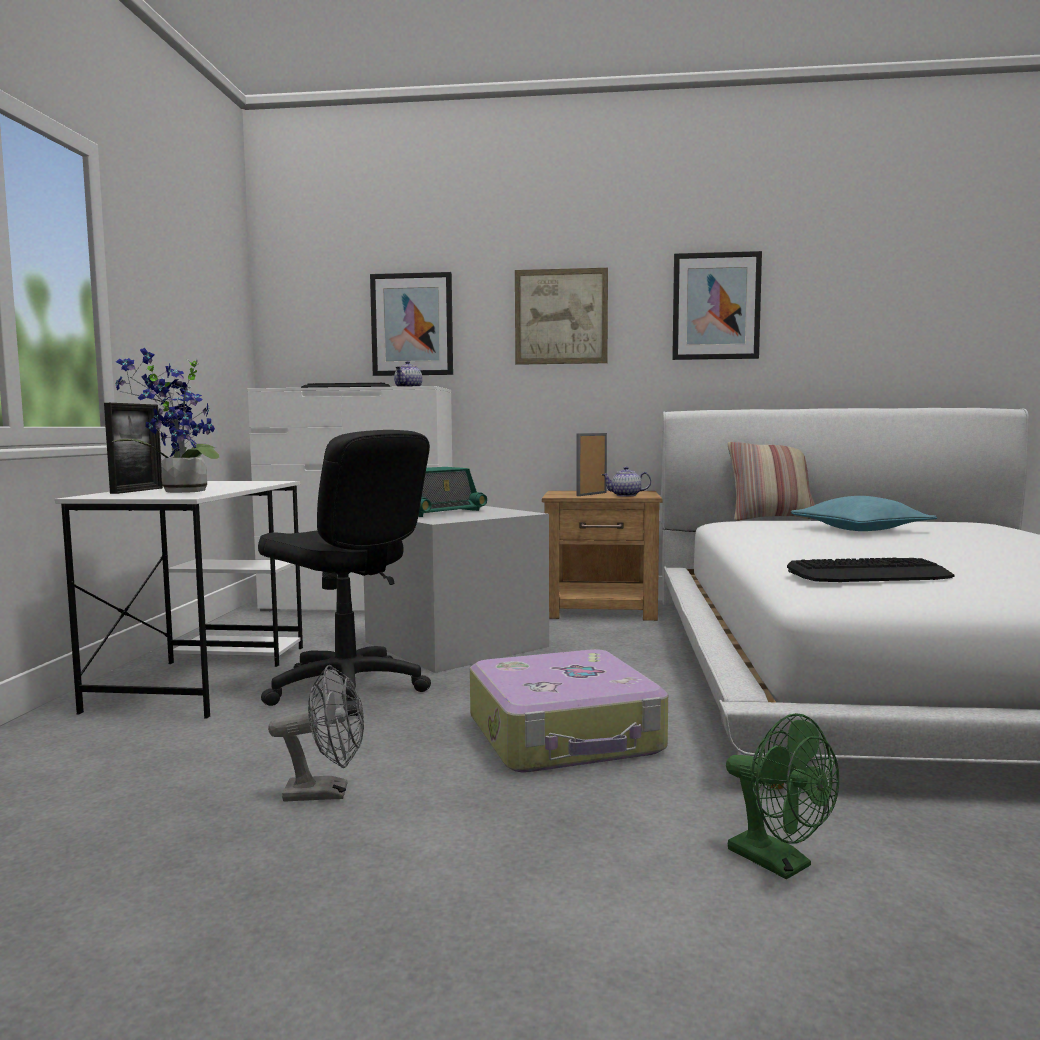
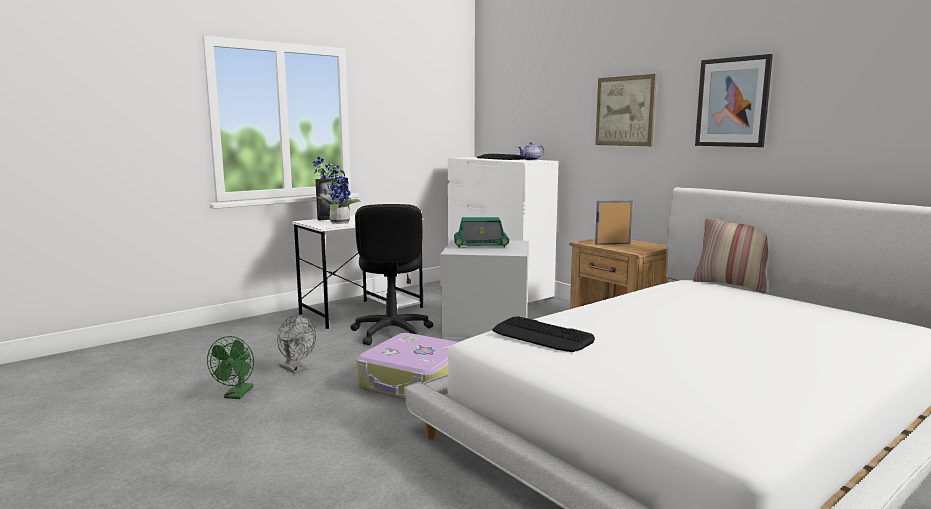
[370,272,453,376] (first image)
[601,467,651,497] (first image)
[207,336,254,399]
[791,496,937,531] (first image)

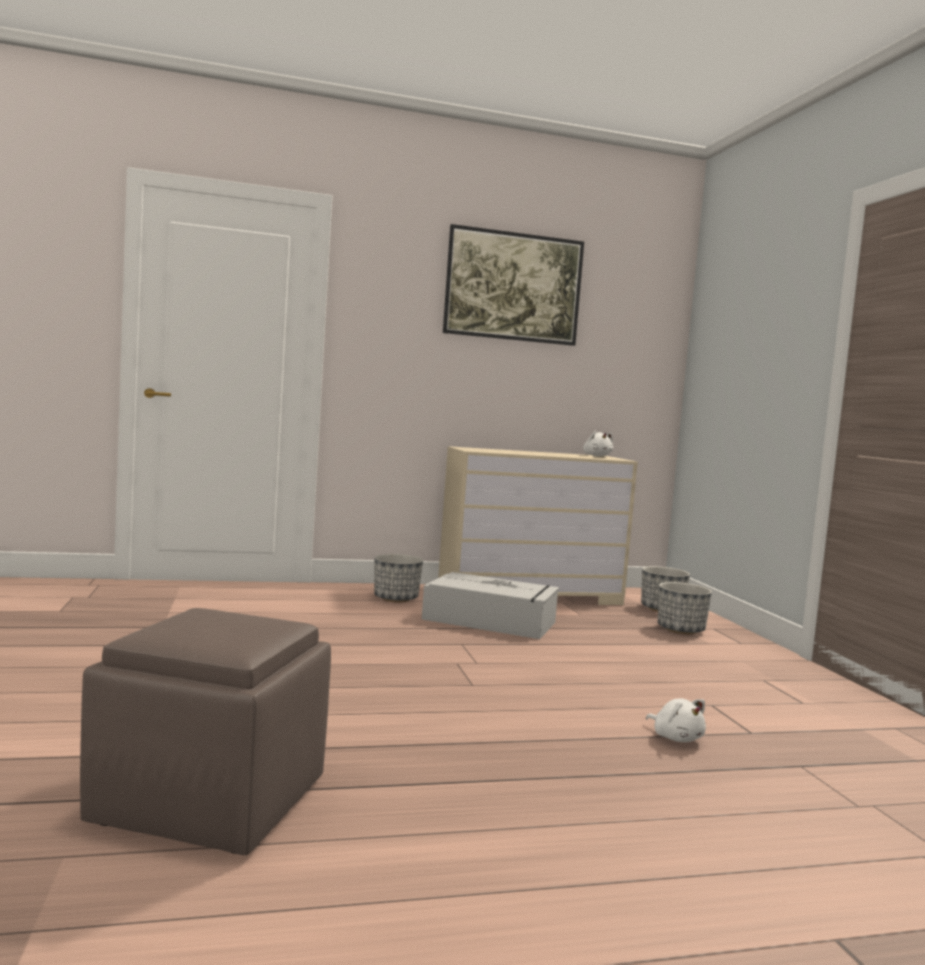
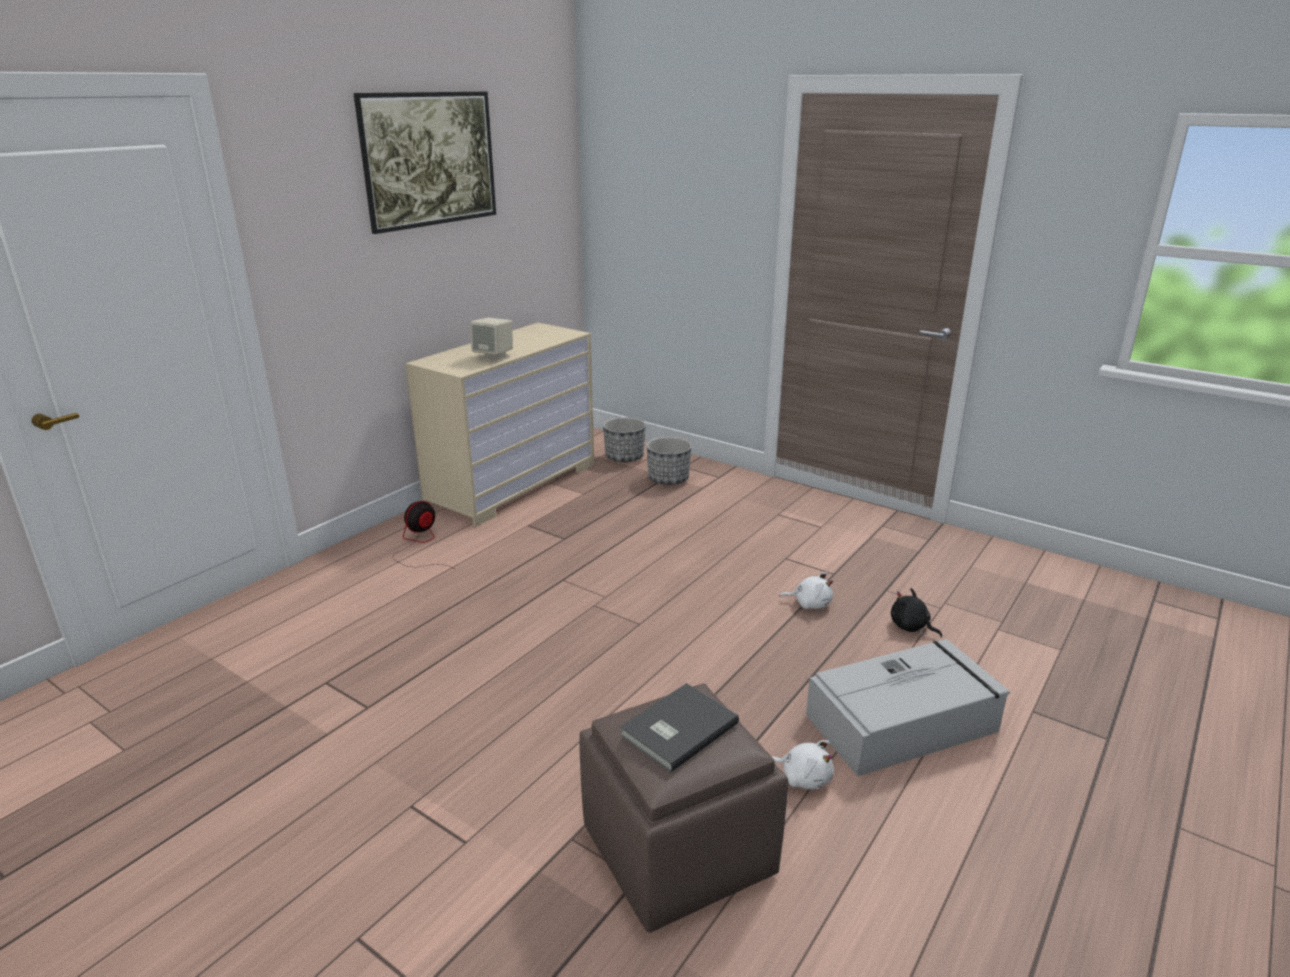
[393,501,455,569]
[806,639,1010,776]
[772,740,834,789]
[470,318,513,362]
[620,683,739,772]
[891,588,942,637]

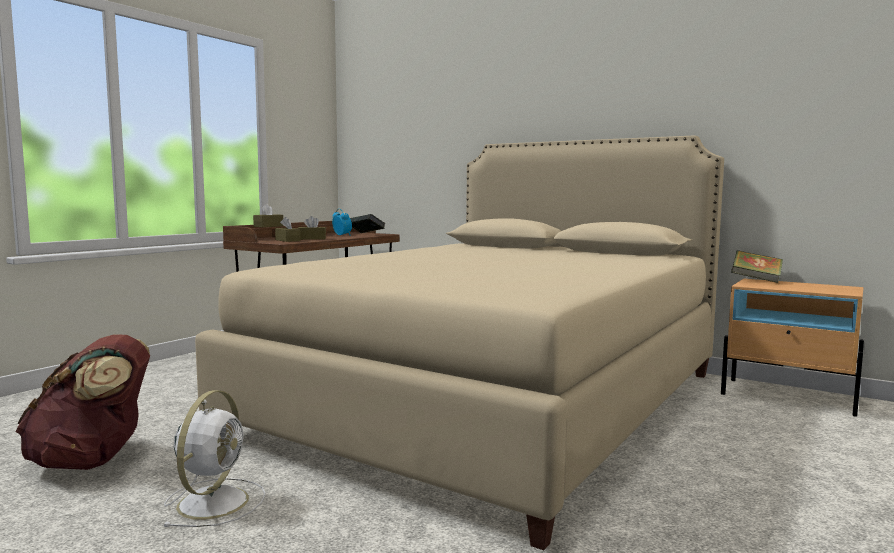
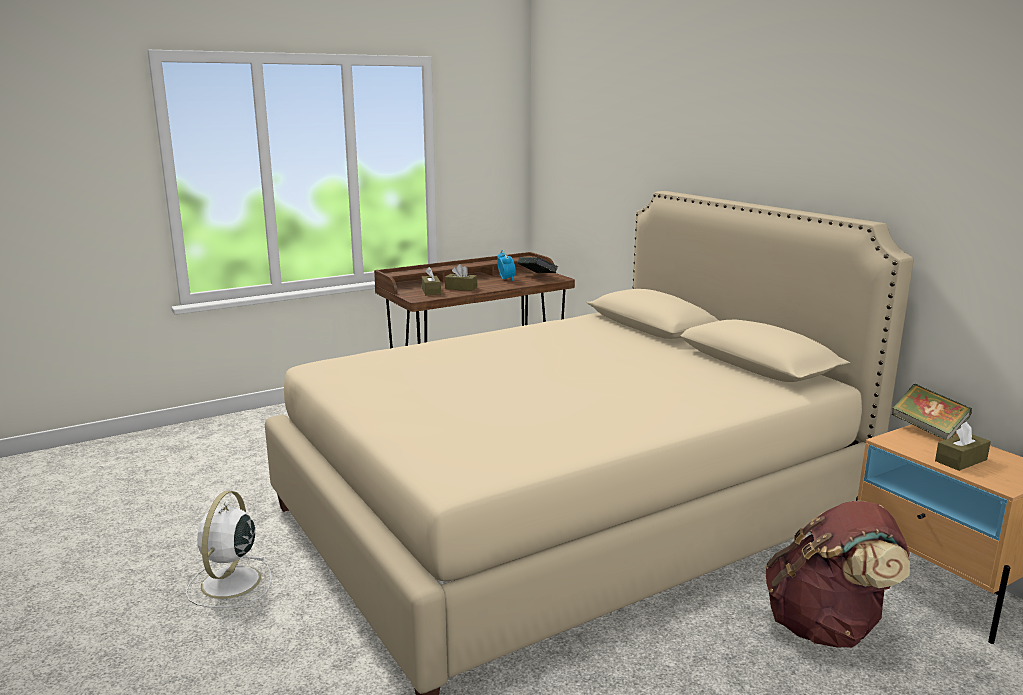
[766,501,910,648]
[186,491,272,608]
[935,422,991,471]

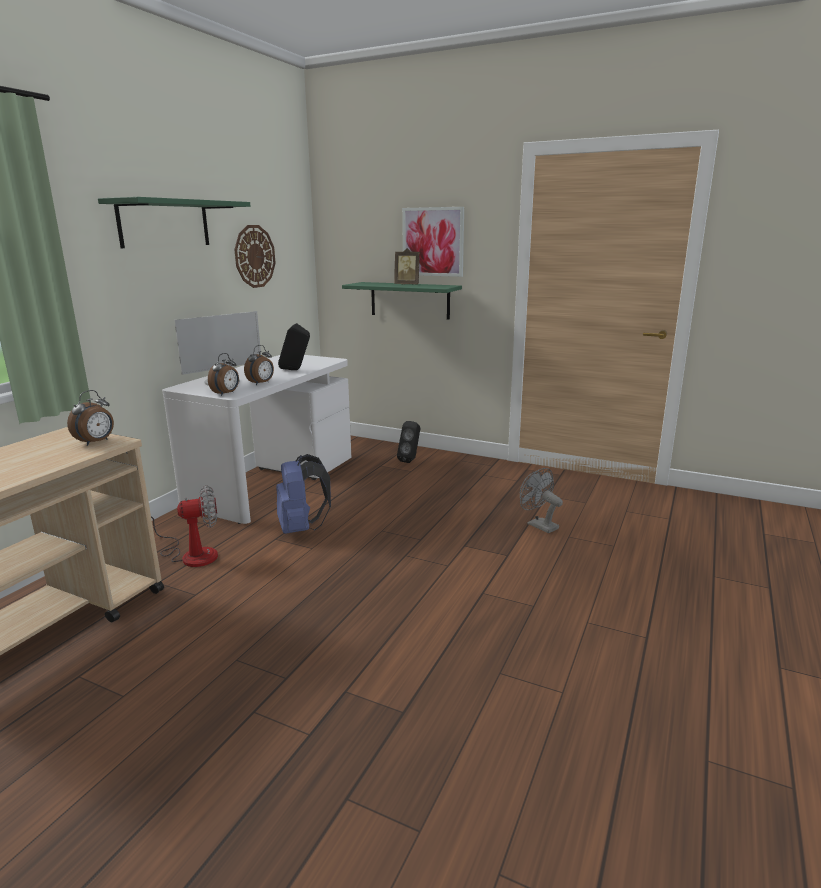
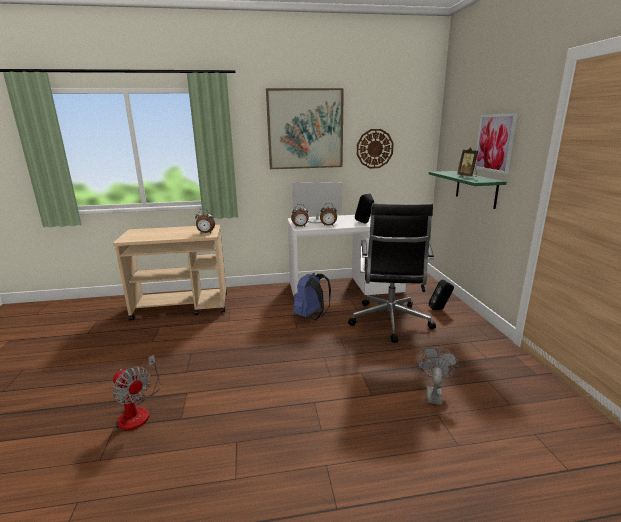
[266,88,344,169]
[113,355,161,431]
[348,203,436,343]

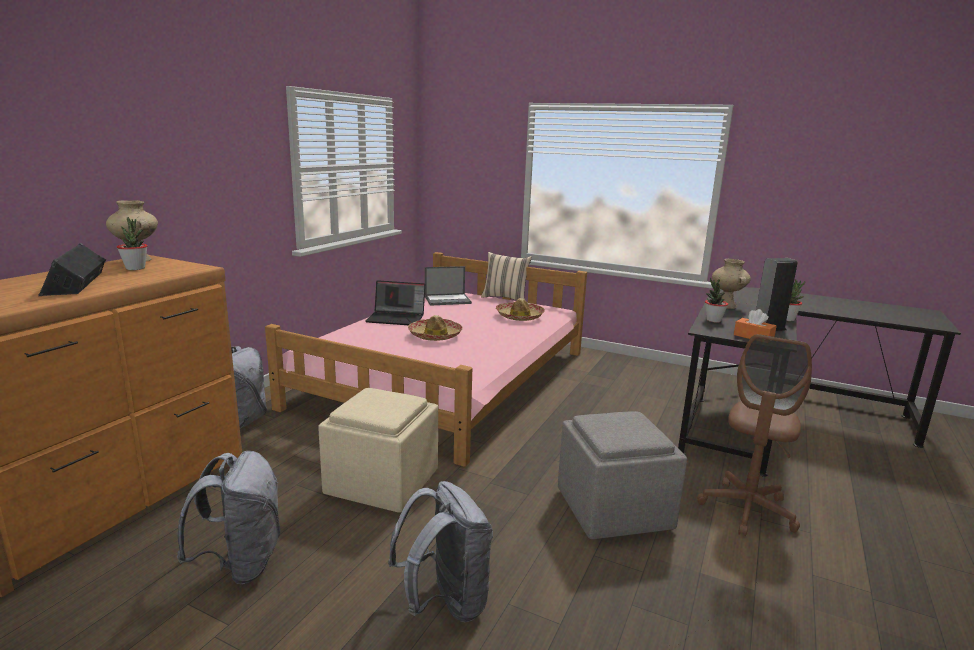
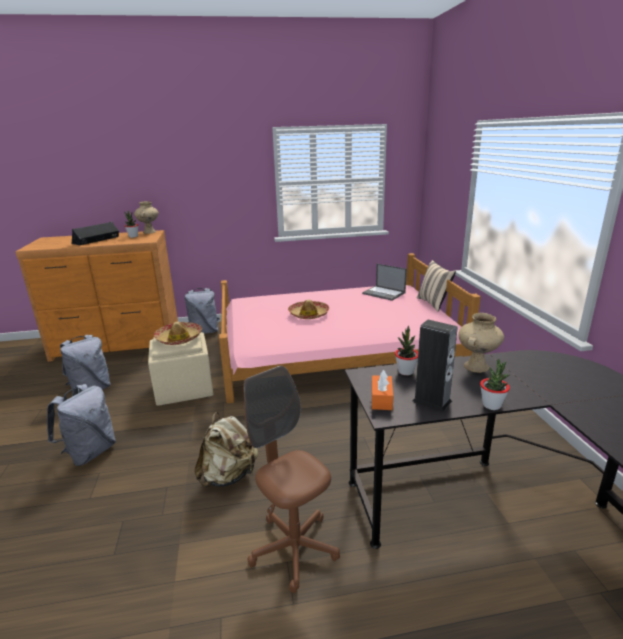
[365,280,425,325] (first image)
[154,321,202,345]
[194,412,258,487]
[243,365,340,593]

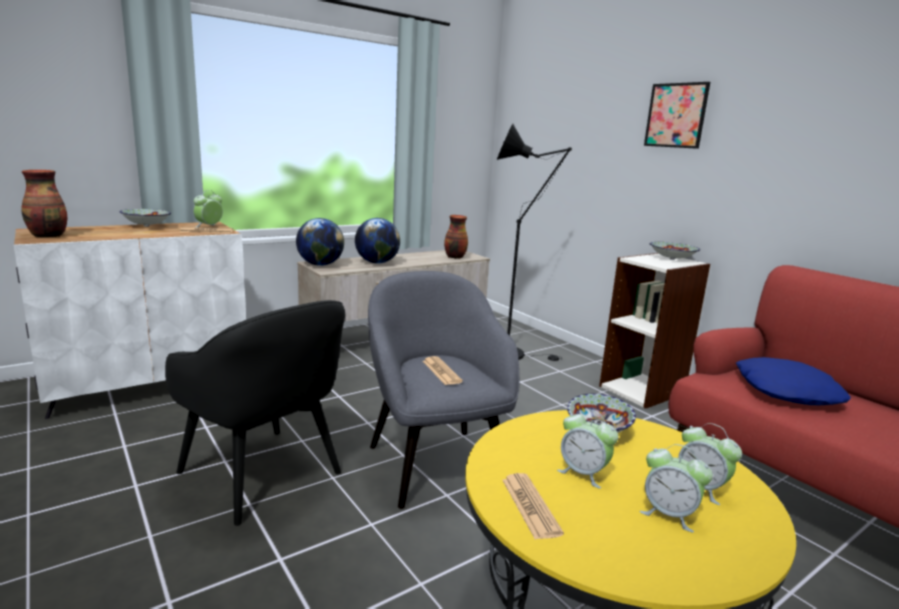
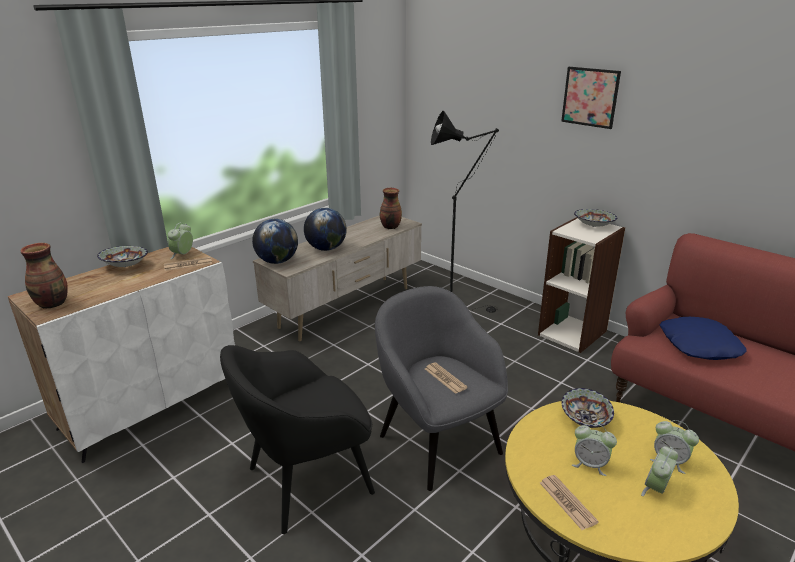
[220,345,375,534]
[641,446,678,496]

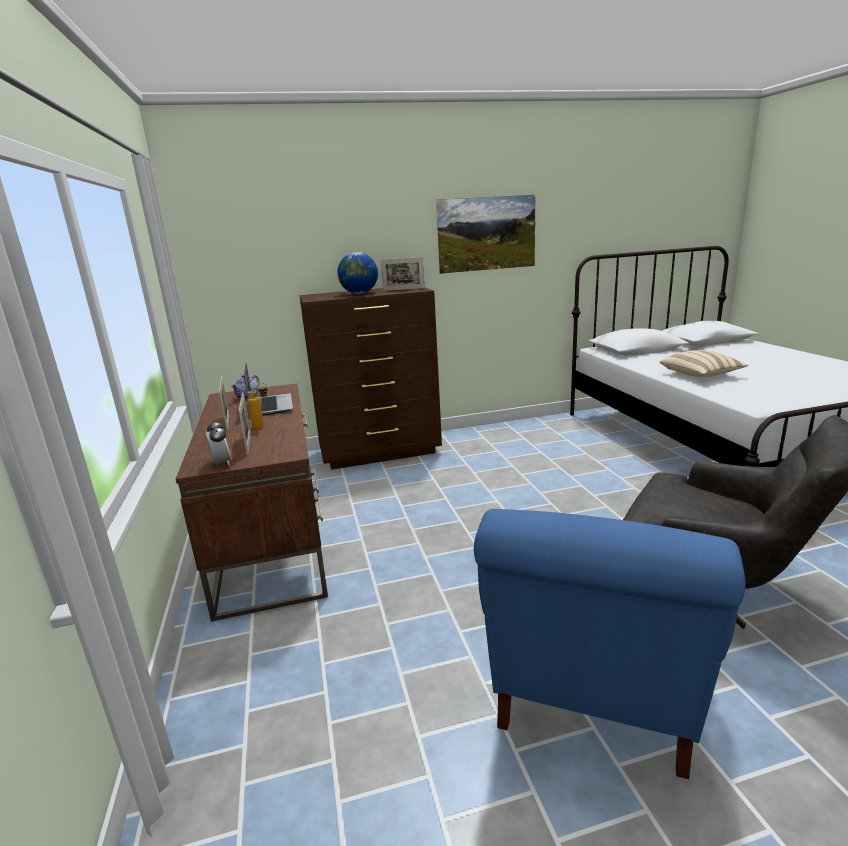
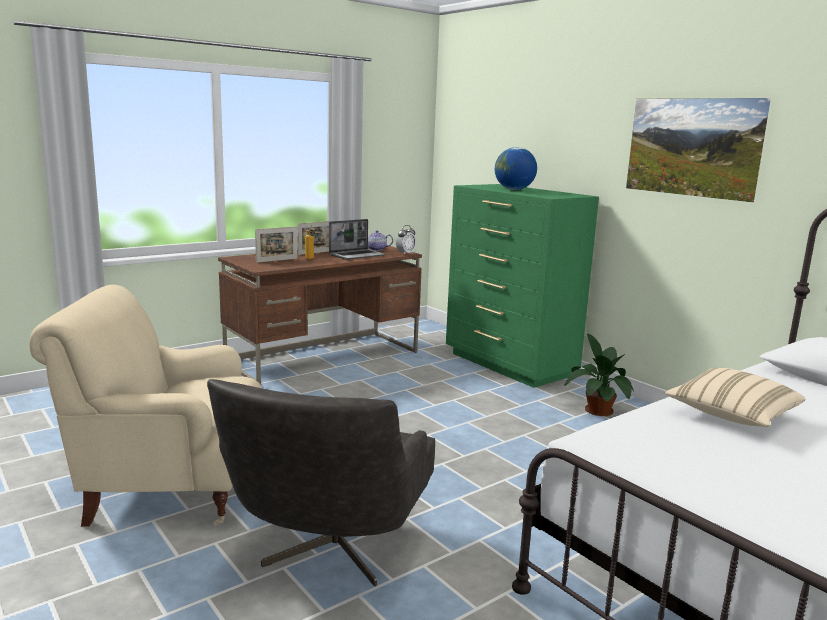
[396,225,416,255]
[446,184,599,388]
[381,257,425,291] (first image)
[29,285,262,527]
[564,334,634,416]

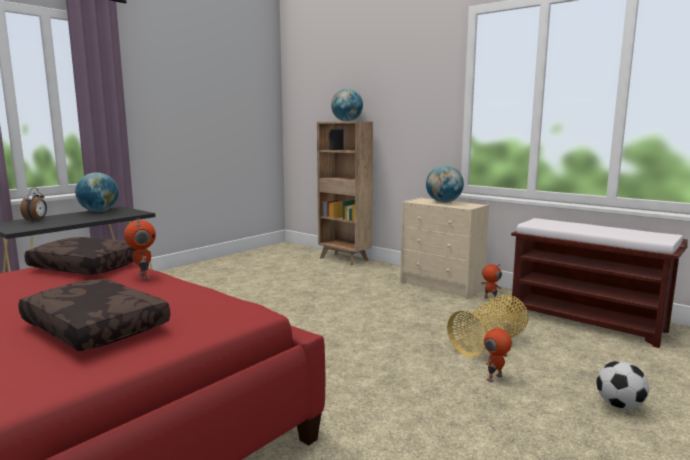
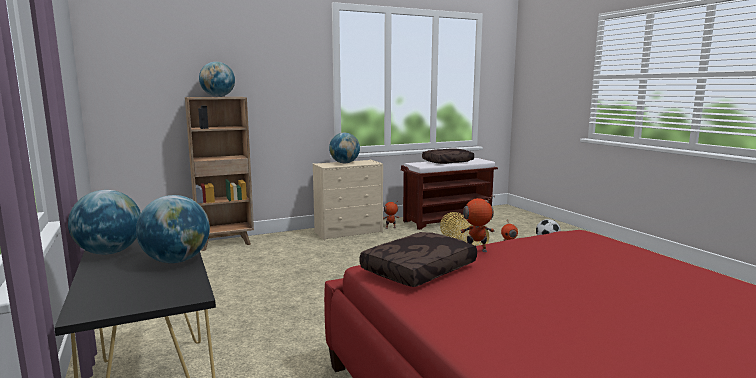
[422,148,474,164]
[20,188,47,221] (first image)
[136,195,210,263]

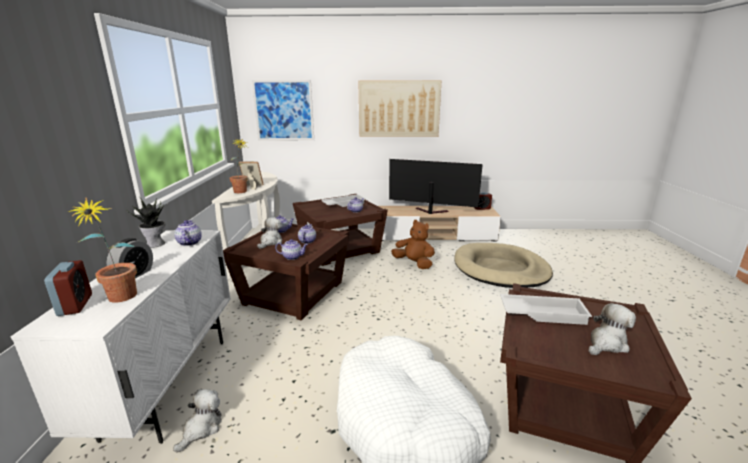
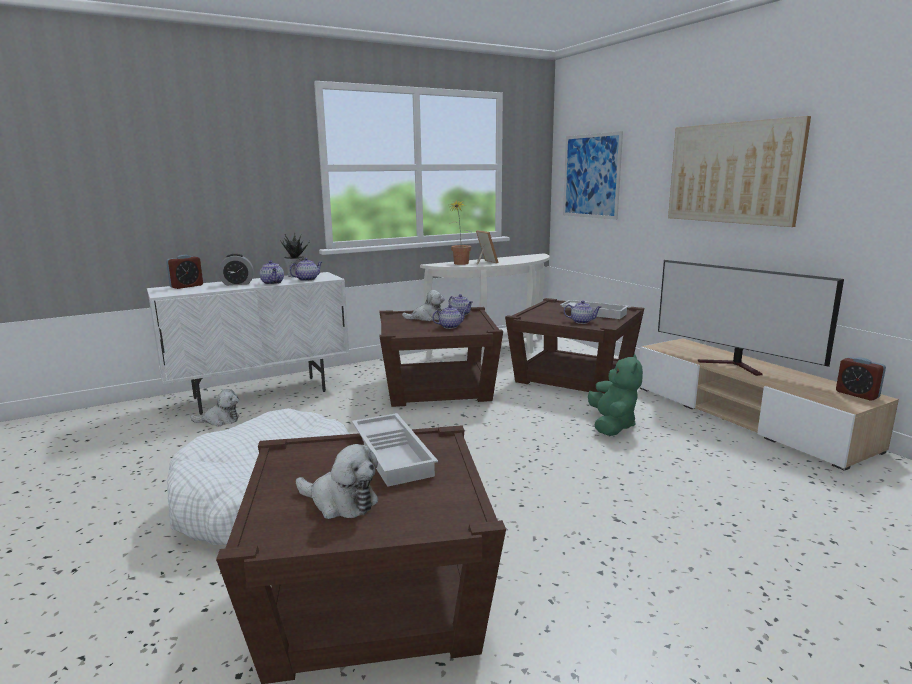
[67,198,137,303] (first image)
[260,261,284,285]
[658,260,844,376]
[588,354,643,436]
[454,243,553,288] (first image)

